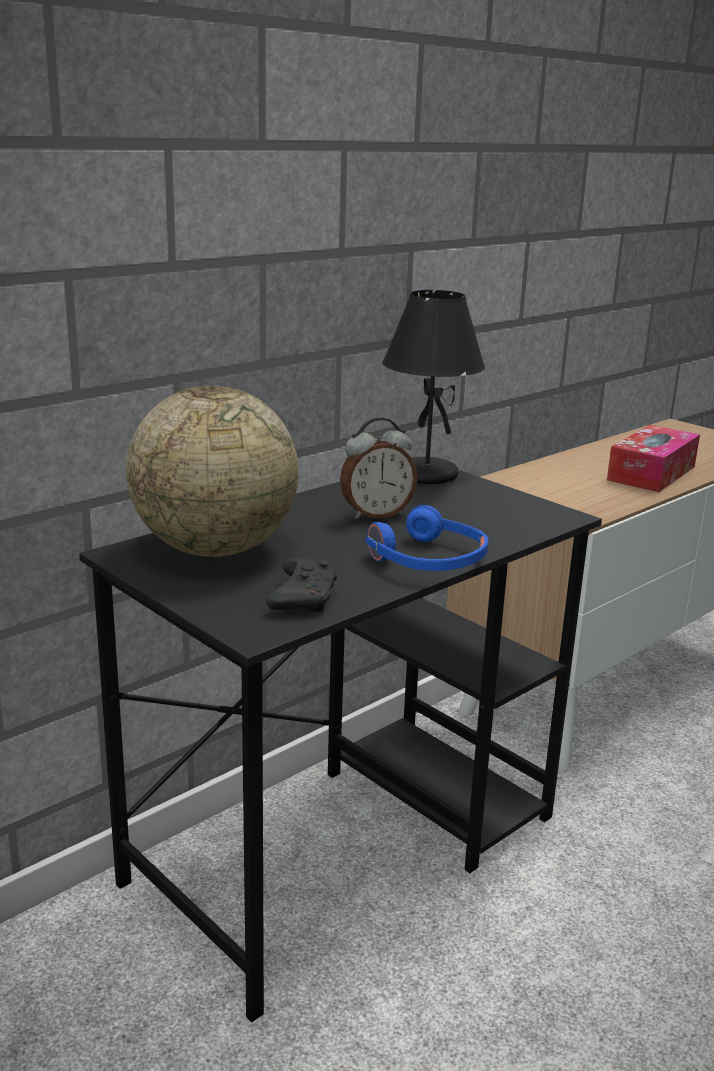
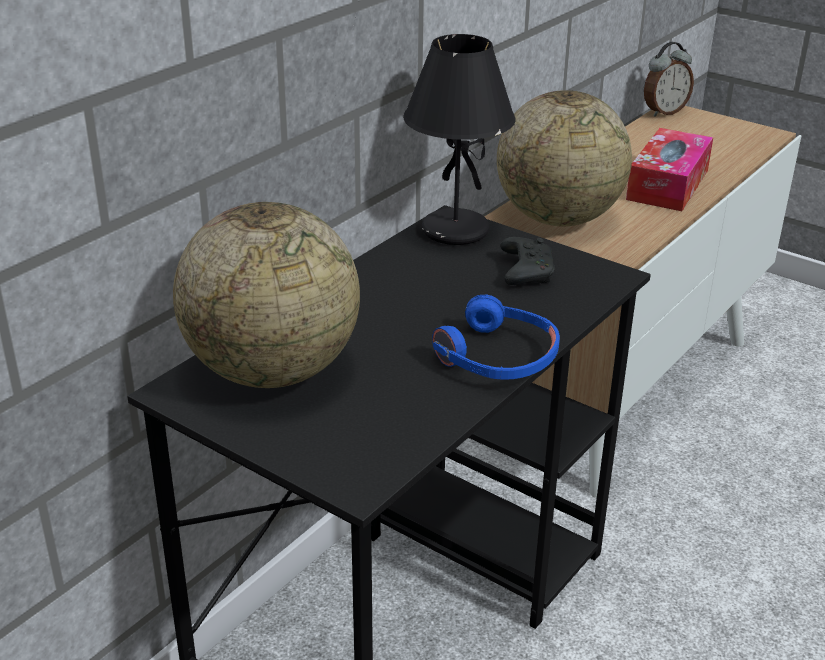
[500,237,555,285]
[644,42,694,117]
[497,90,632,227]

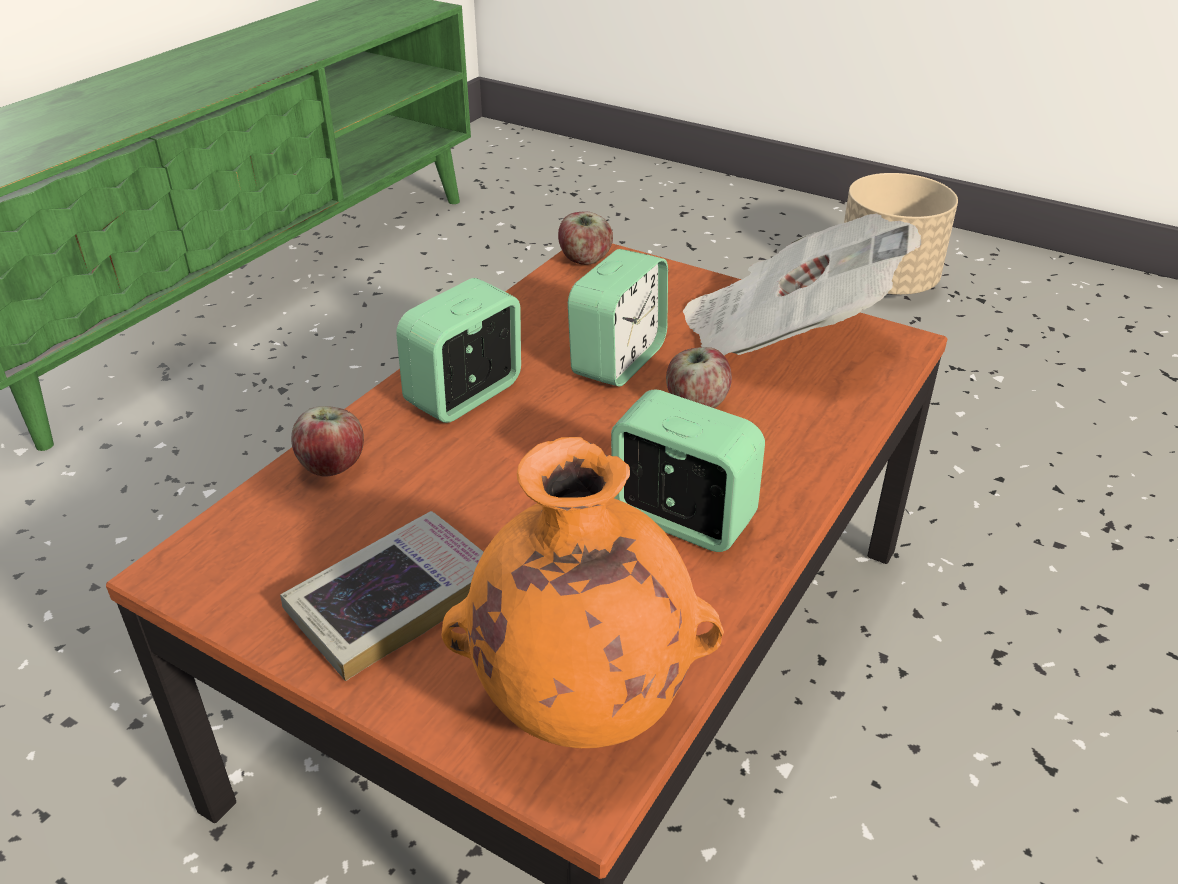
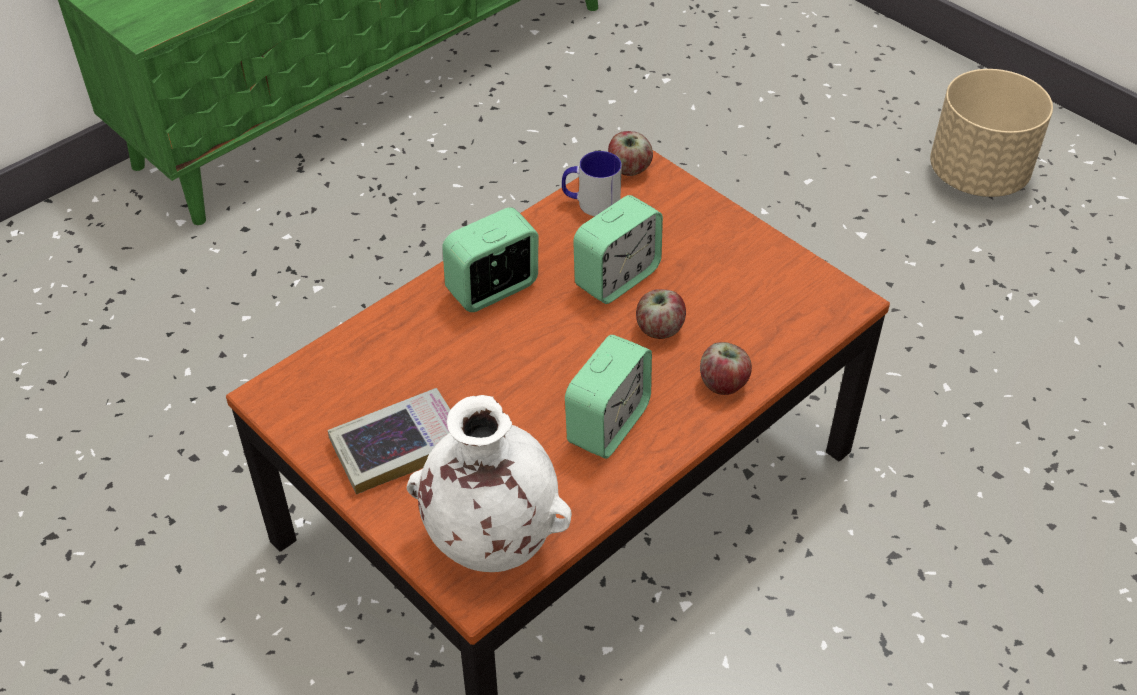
[700,342,752,395]
[407,395,572,572]
[565,335,652,459]
[683,214,921,355] (first image)
[562,151,622,216]

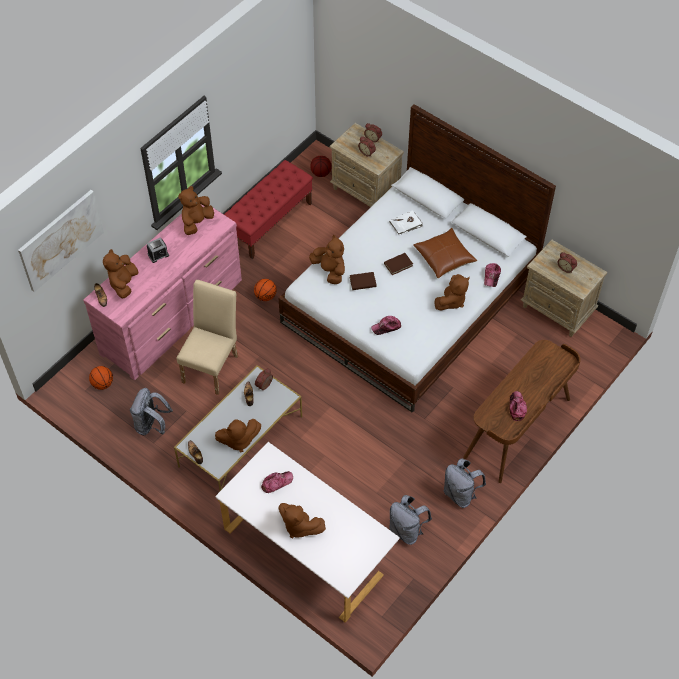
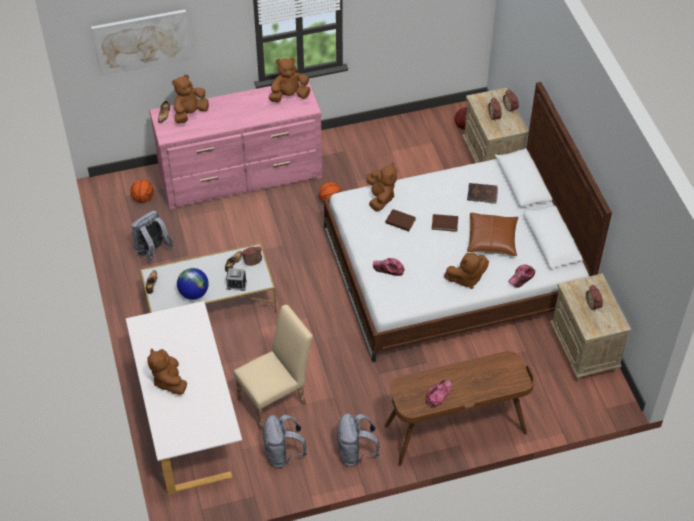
[226,268,247,291]
[234,305,313,430]
[177,268,209,300]
[224,160,313,259] (first image)
[261,471,293,493] (first image)
[467,183,498,204]

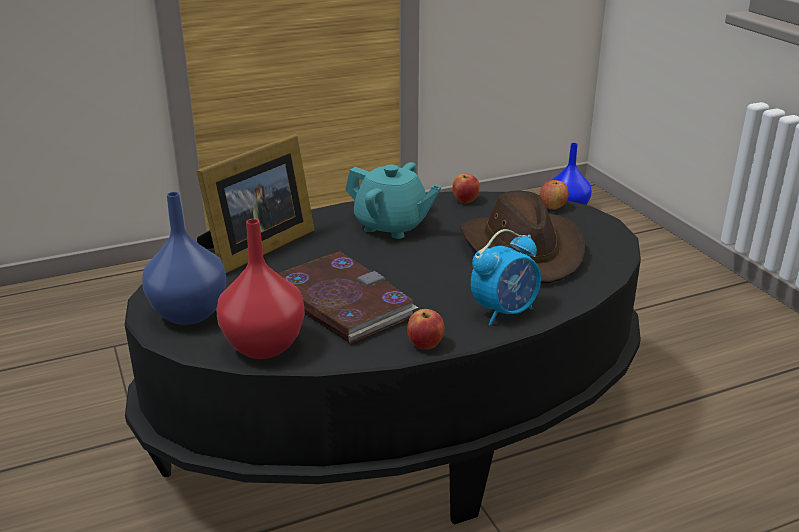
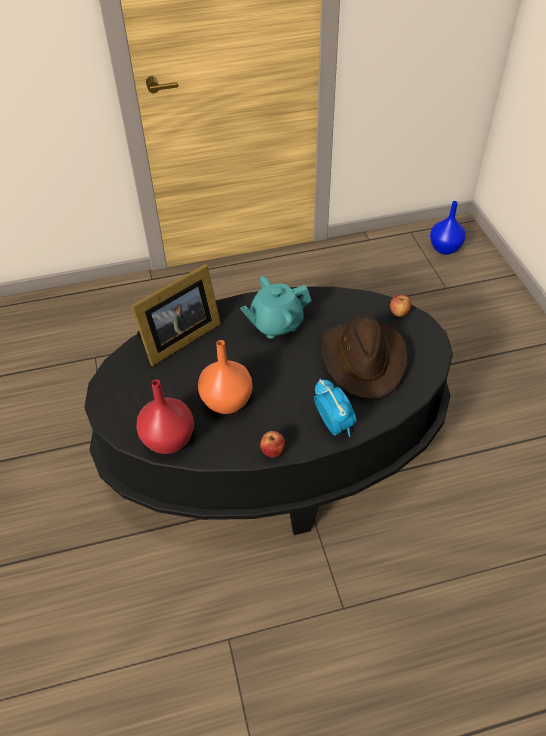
[142,192,226,325] (first image)
[198,340,252,414]
[240,276,312,338]
[452,174,480,203] (first image)
[314,379,356,437]

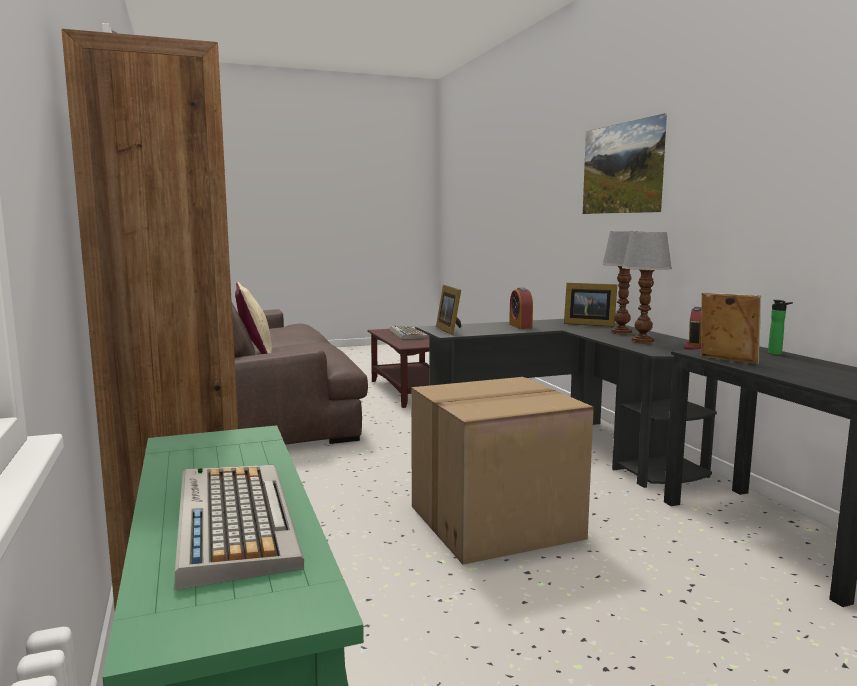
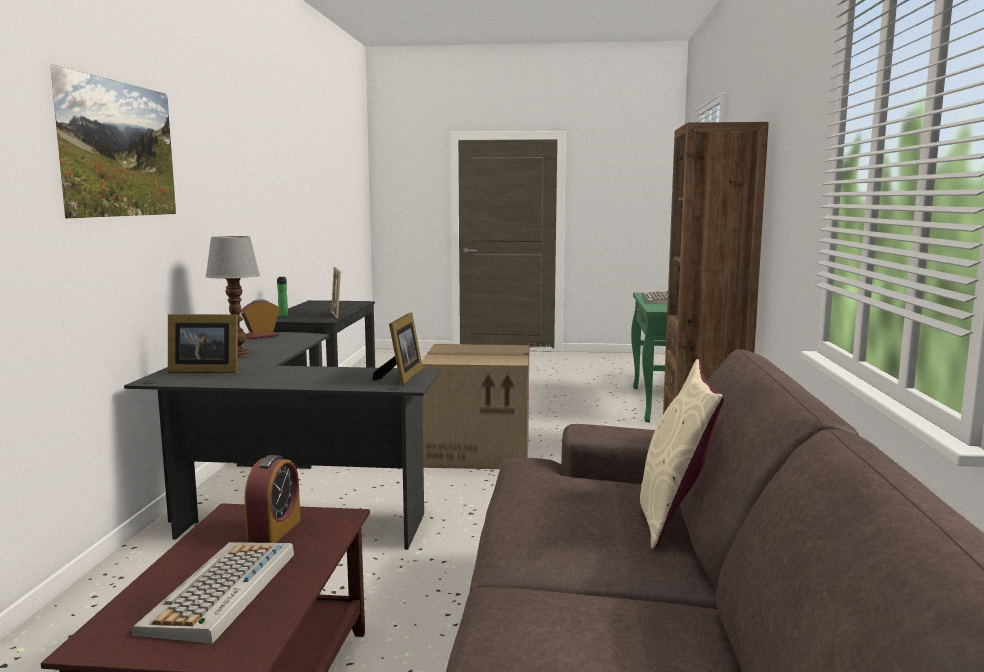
[245,455,301,543]
[168,314,238,373]
[622,232,672,344] (first image)

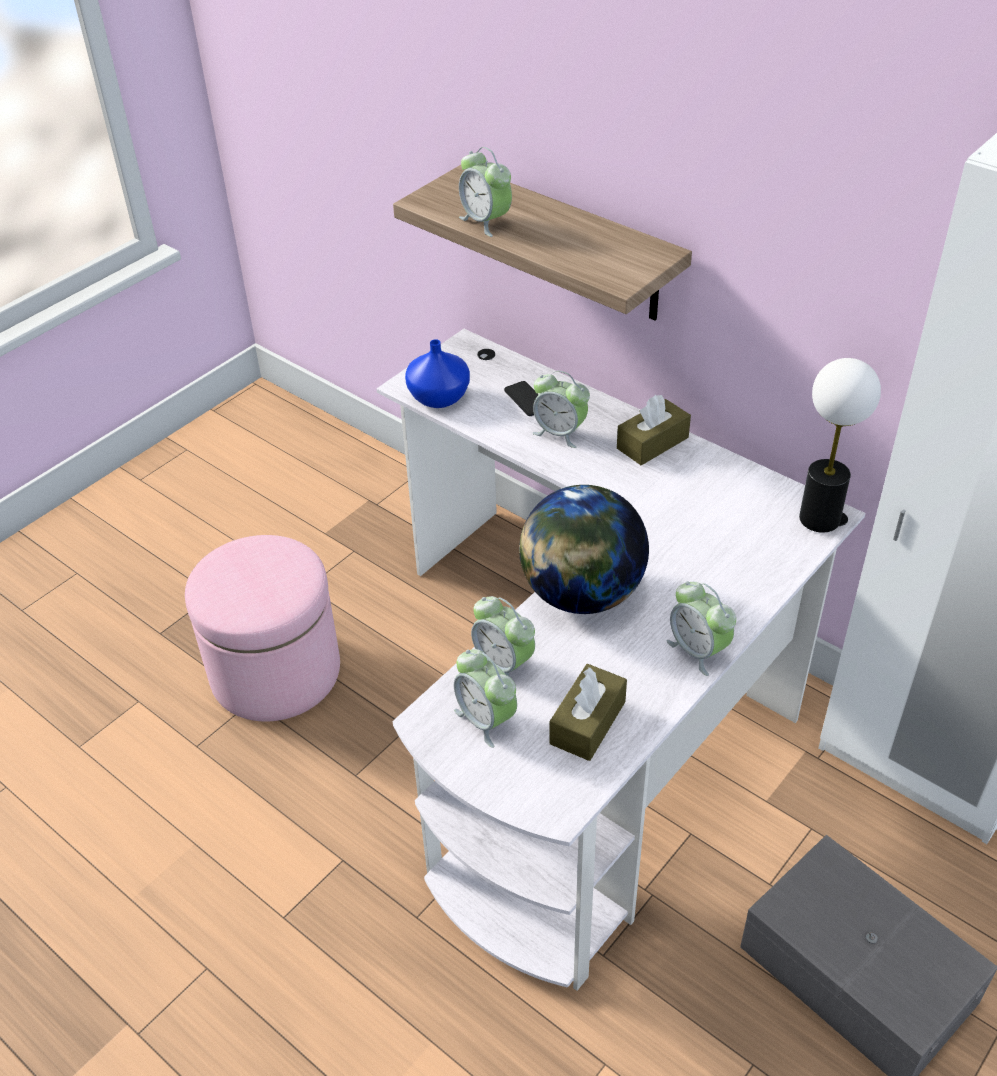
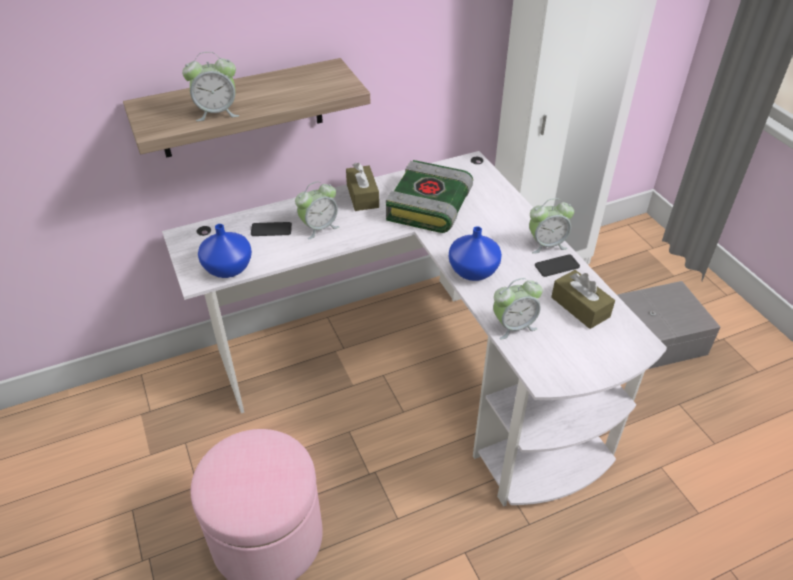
[454,649,517,748] (first image)
[449,226,502,281]
[799,358,881,533] (first image)
[386,160,473,233]
[535,254,580,277]

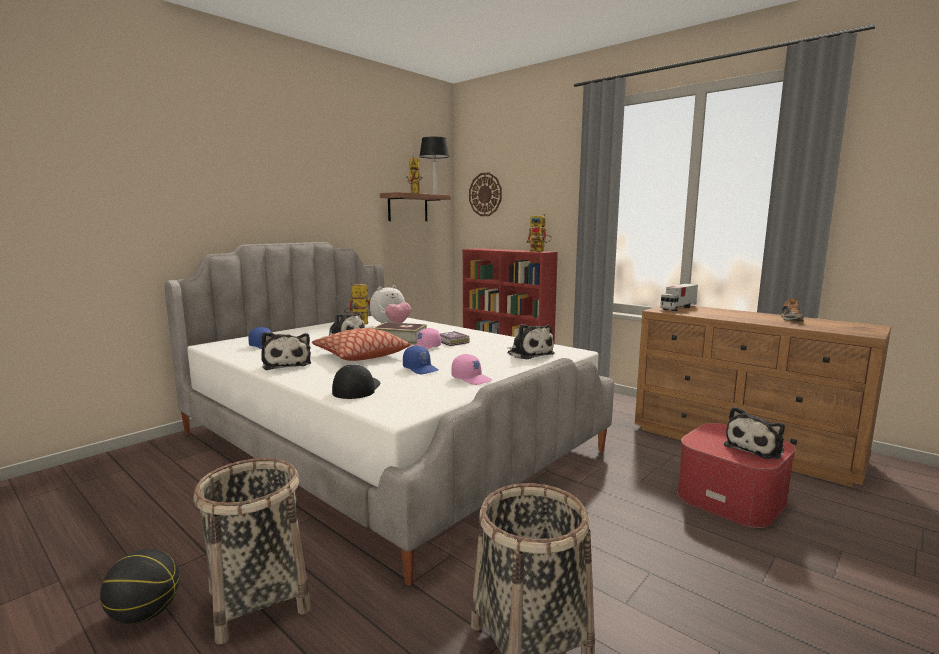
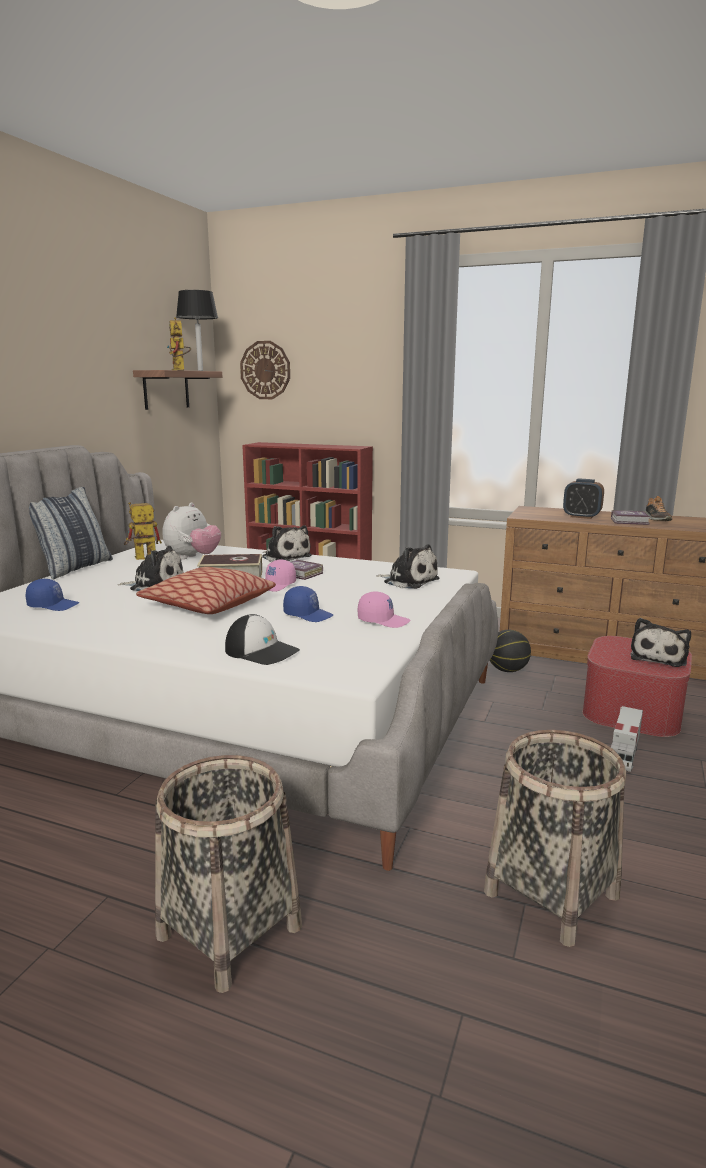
[490,630,531,672]
[262,525,312,562]
[225,614,300,665]
[526,214,552,252] (first image)
[611,706,643,772]
[29,487,113,579]
[563,479,604,519]
[611,510,650,525]

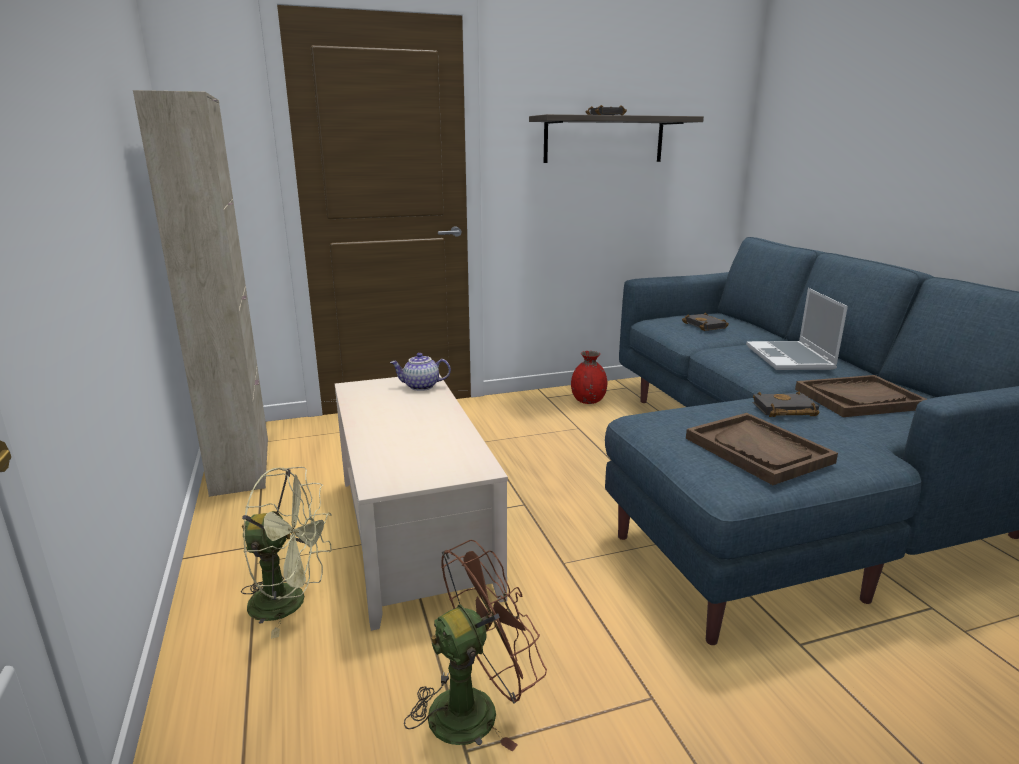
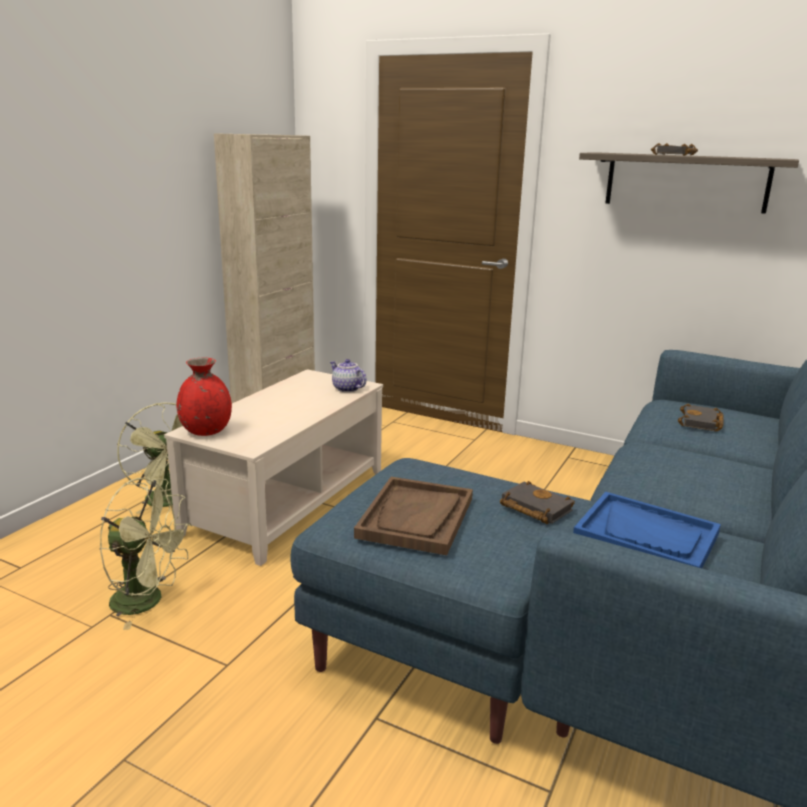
[99,478,192,630]
[176,358,232,436]
[746,288,848,370] (first image)
[573,492,721,568]

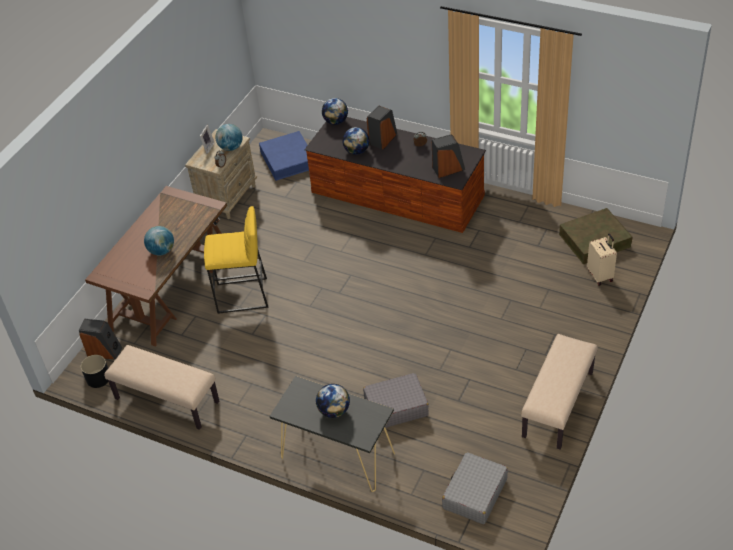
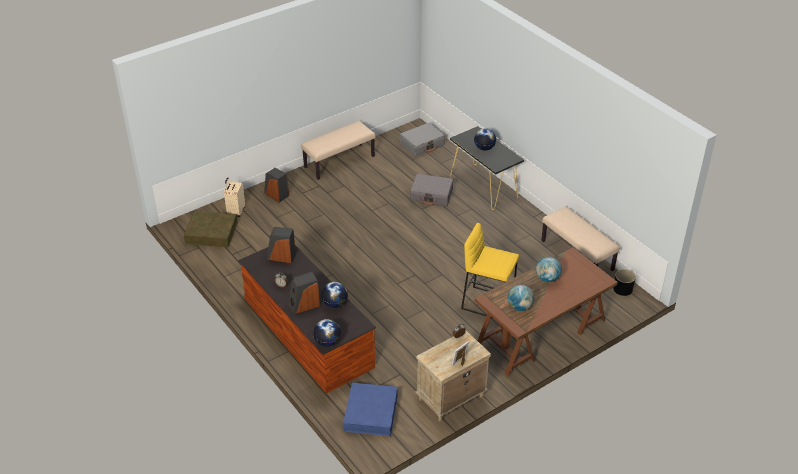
[264,168,289,202]
[508,285,534,311]

